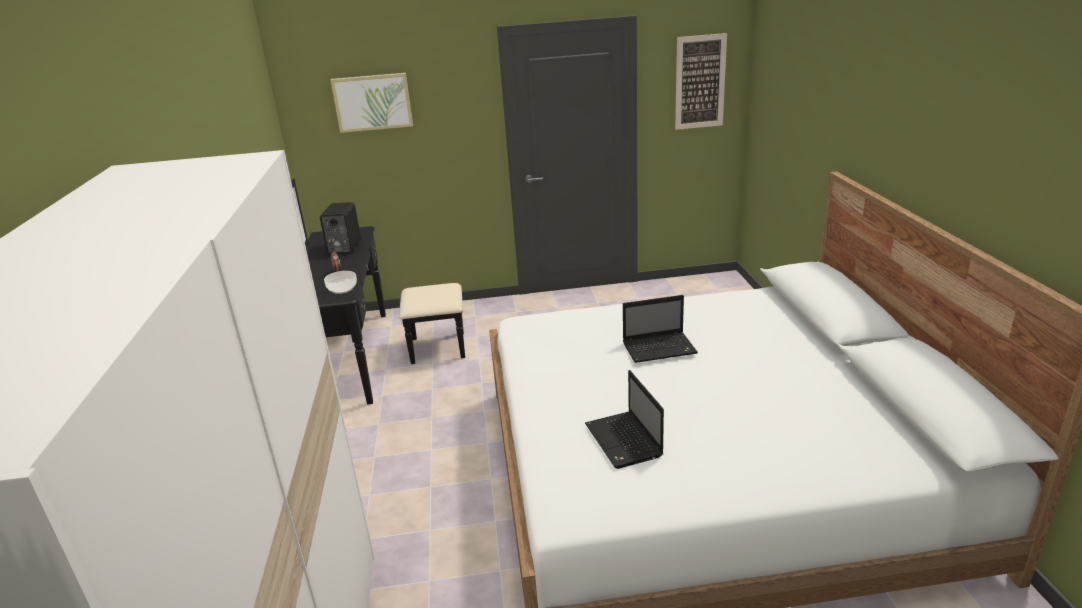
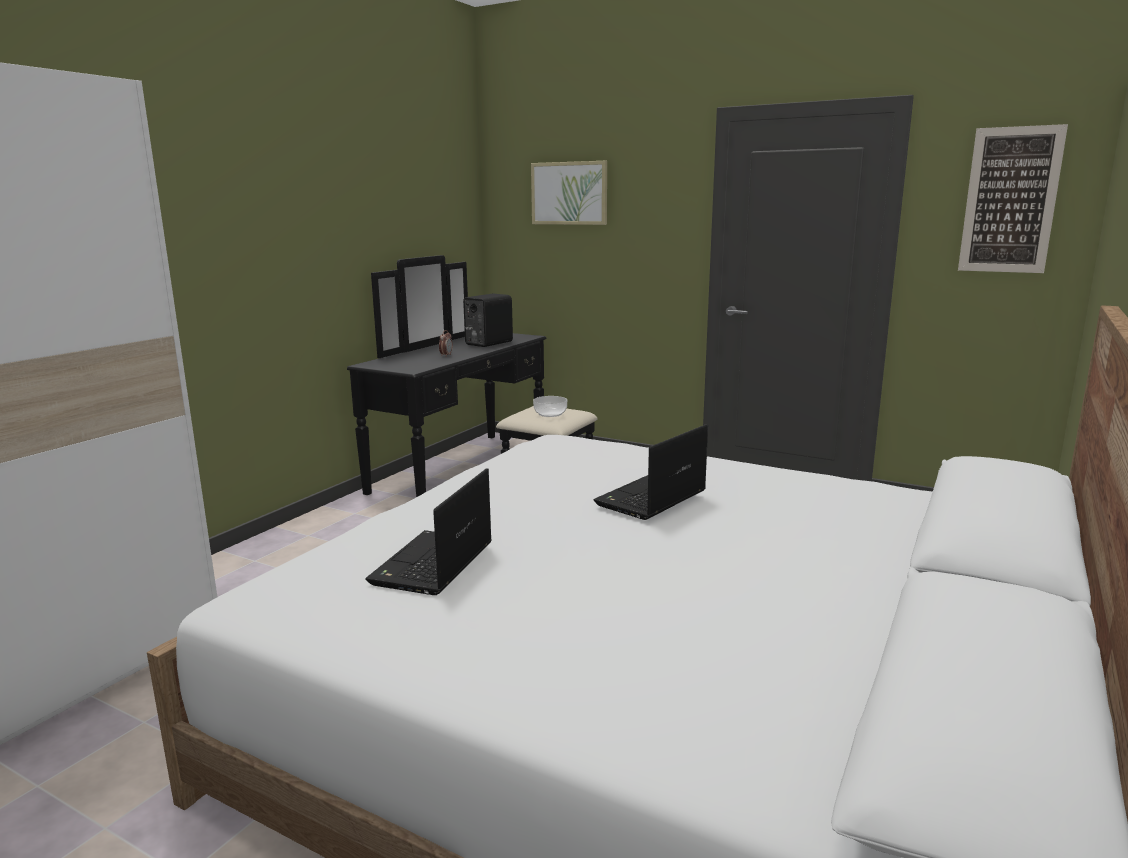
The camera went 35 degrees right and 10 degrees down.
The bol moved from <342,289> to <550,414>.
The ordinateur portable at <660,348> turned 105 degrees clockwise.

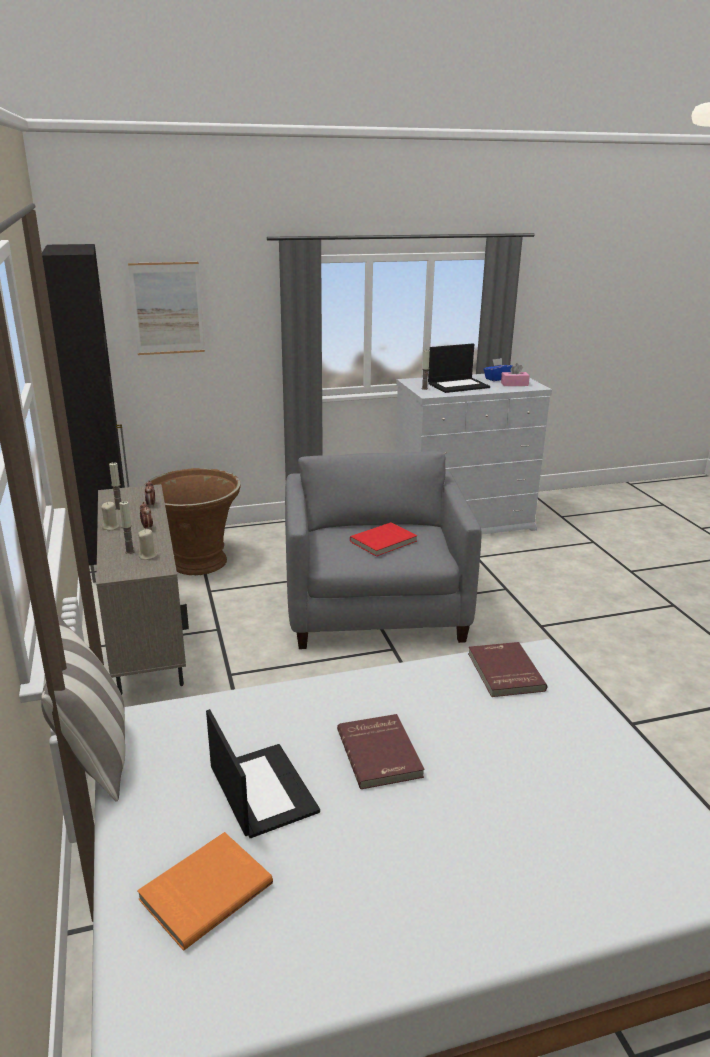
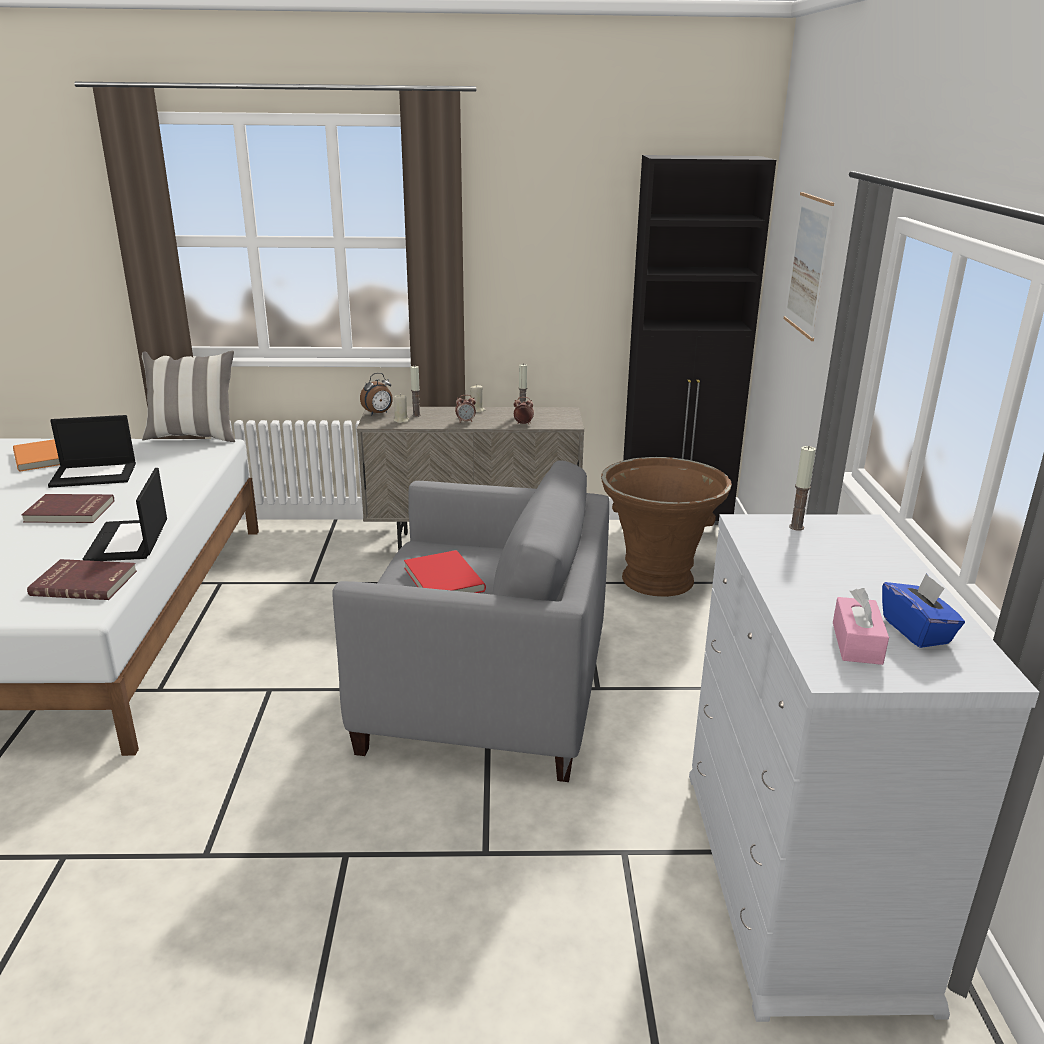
The camera went 105 degrees right and 0 degrees up.
The ordinateur portable moved from <458,385> to <128,541>.
The réveil at <378,413> appeared.

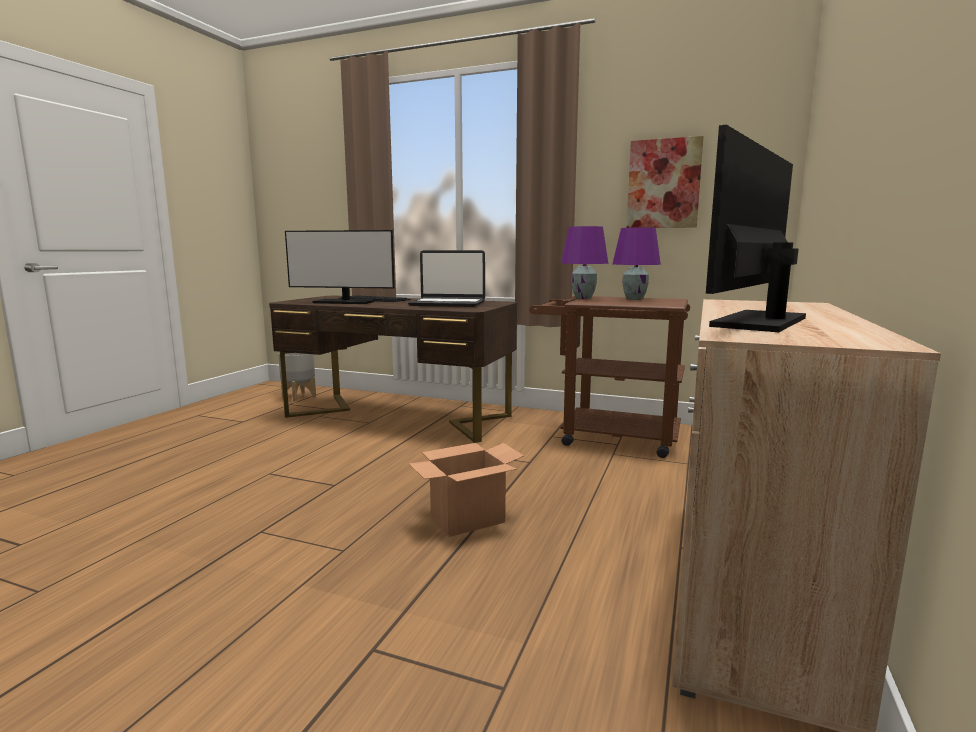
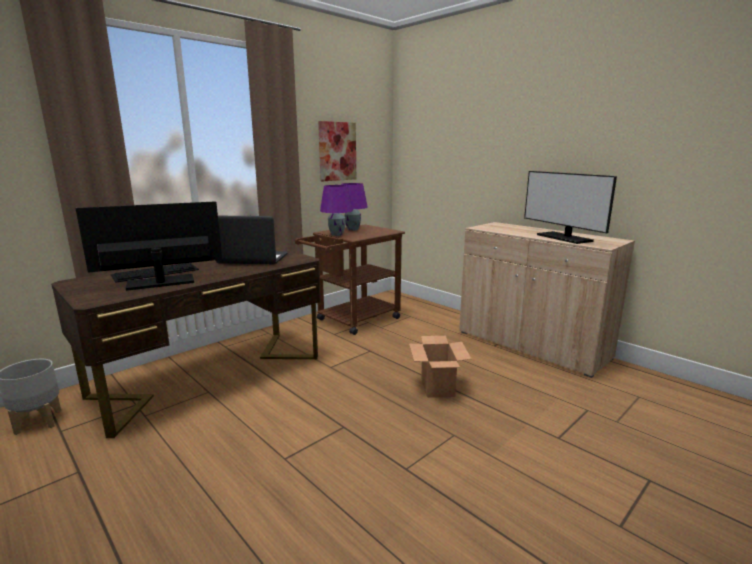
The camera went 65 degrees left and 5 degrees up.
The écran d'ordinateur at <344,302> turned 150 degrees counterclockwise.
The ordinateur portable at <447,304> turned 120 degrees counterclockwise.

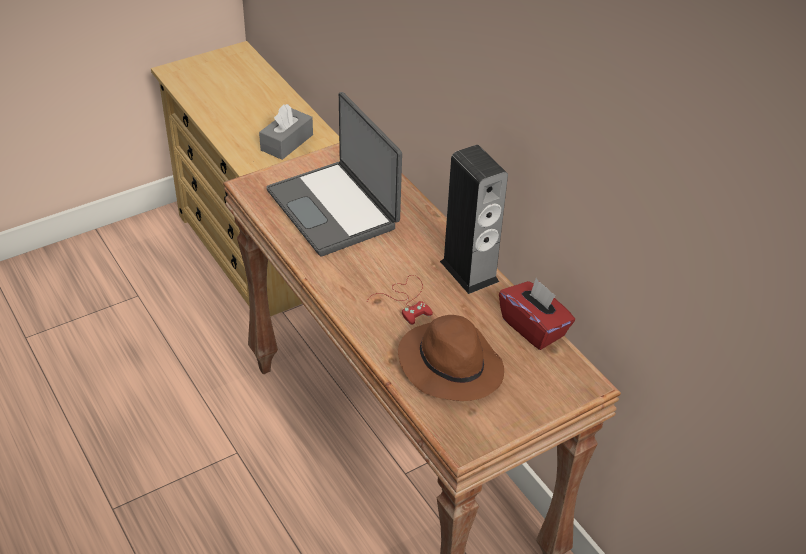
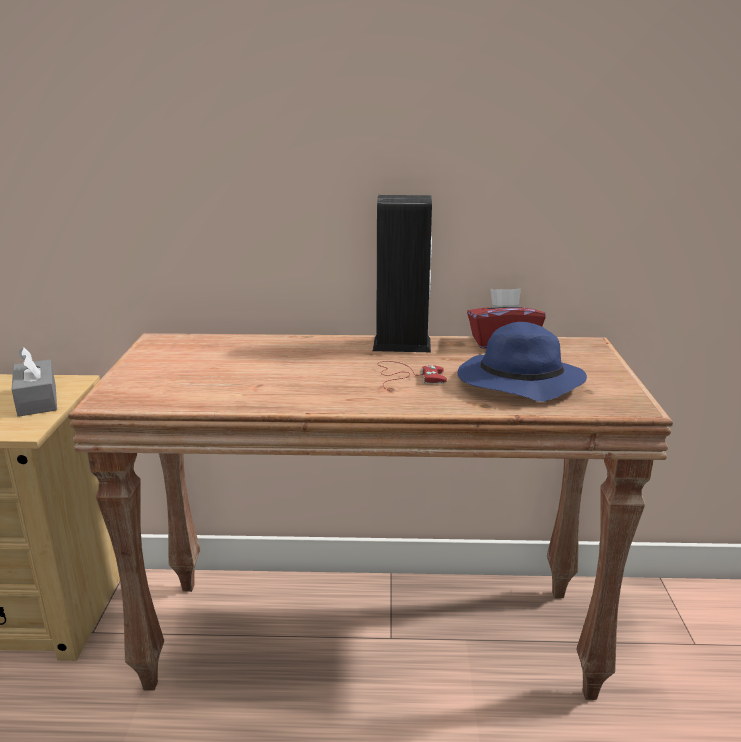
The camera went 55 degrees left and 20 degrees down.
The chapeau/marron at <449,365> became the chapeau/bleu at <517,383>.
The ordinateur portable at <334,209> disappeared.

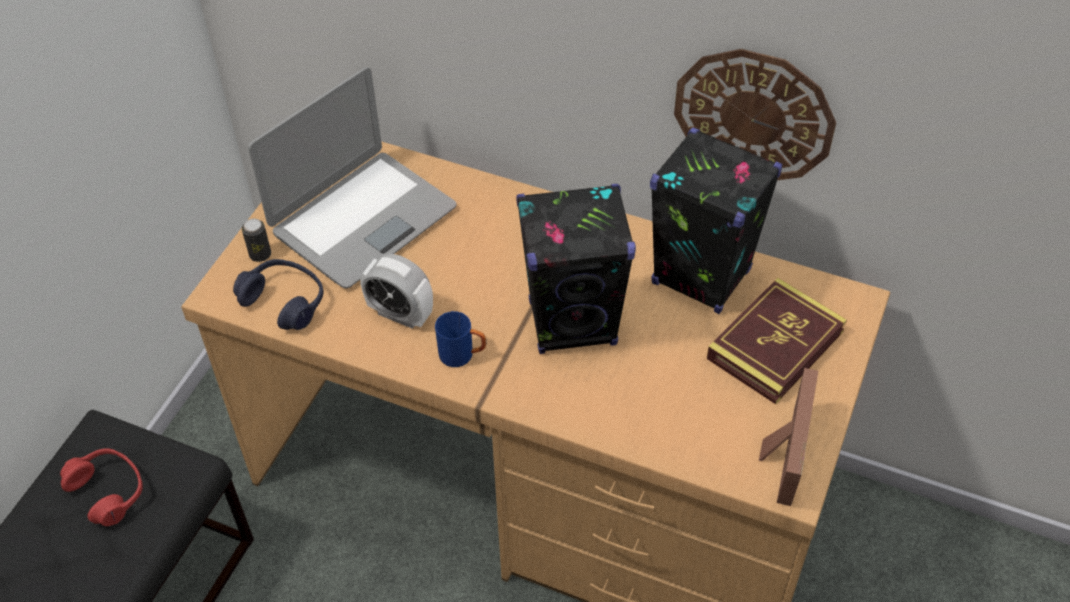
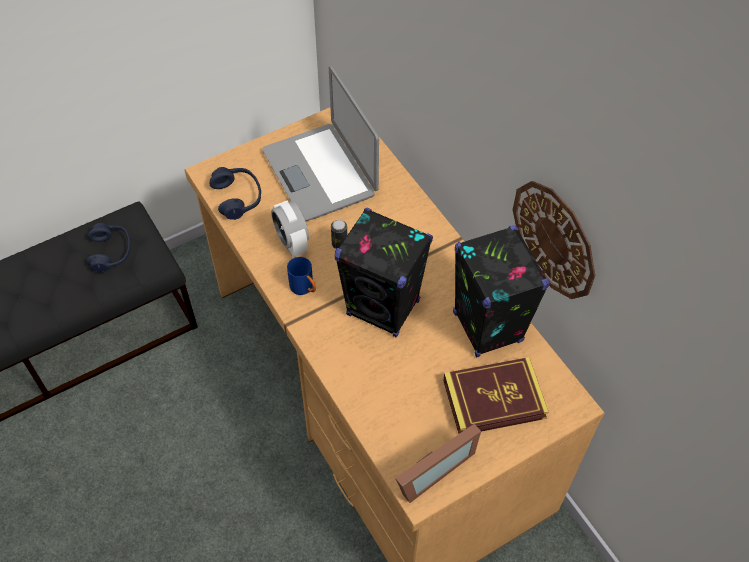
The camera went 35 degrees right and 5 degrees up.
The casque audio/rouge at <108,491> became the casque audio/bleu at <111,252>.
The ordinateur portable at <362,219> turned 75 degrees clockwise.
The boîte métallique moved from <260,254> to <339,244>.

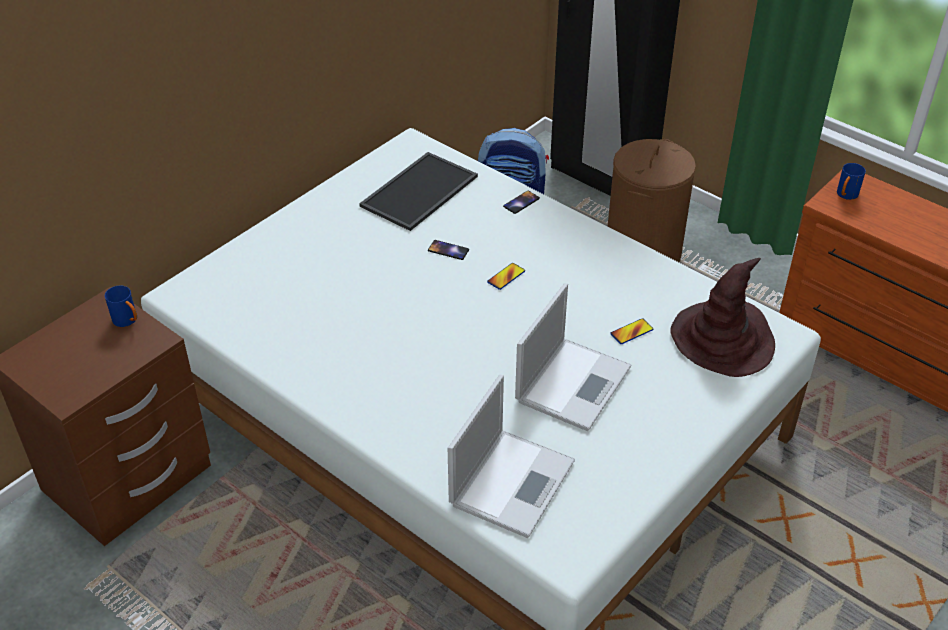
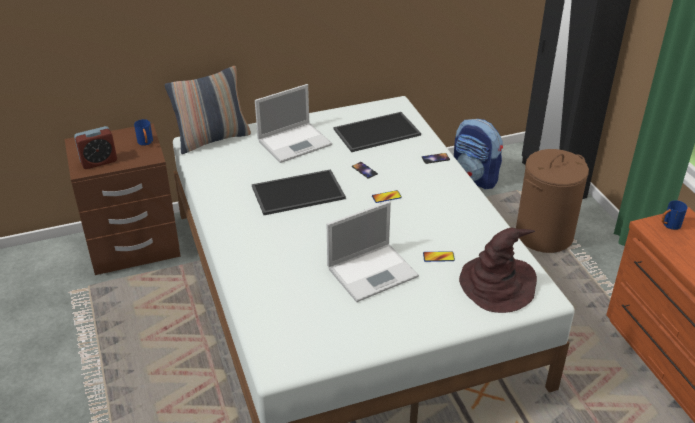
The camera went 30 degrees right and 5 degrees down.
The réveil at <99,161> appeared.
The coussin at <212,139> appeared.
The plateau at <297,193> appeared.
The ordinateur portable moved from <513,481> to <295,142>.

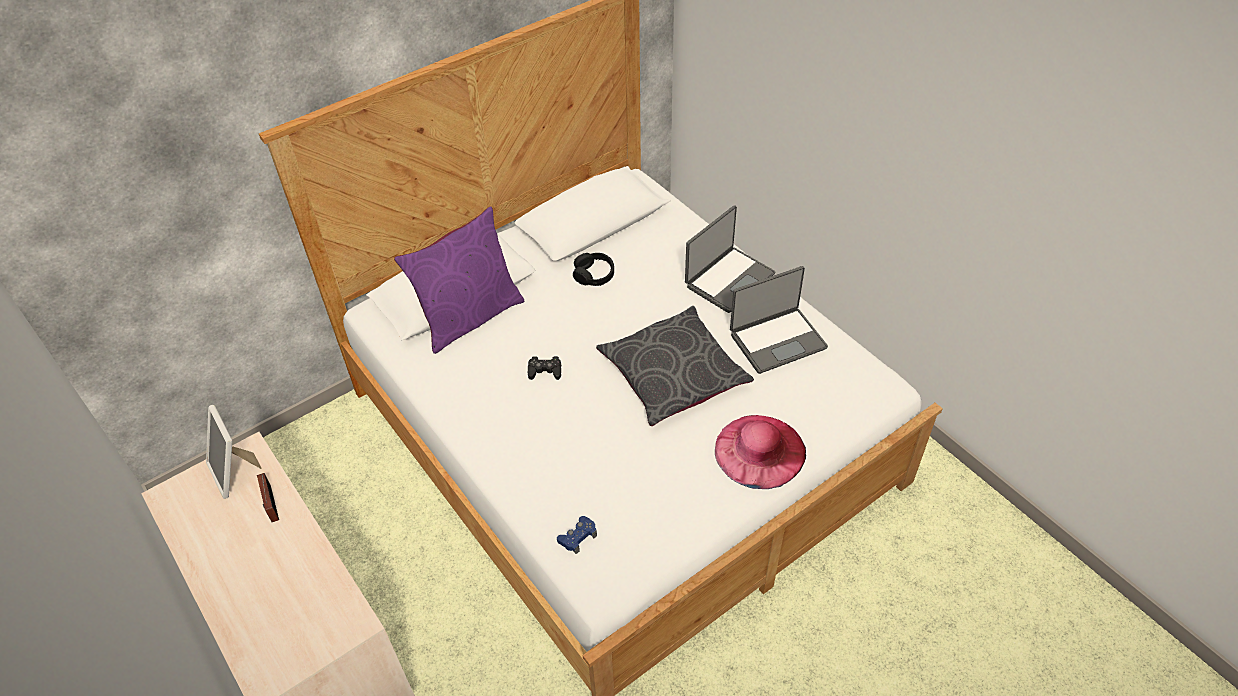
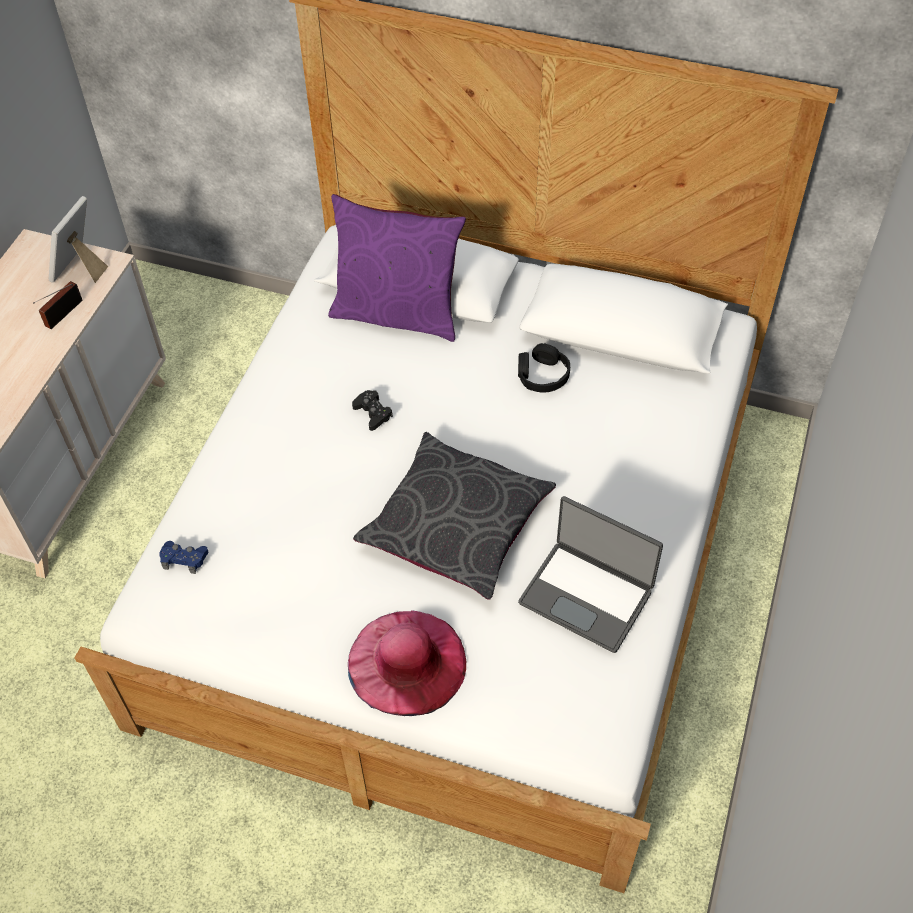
The camera went 55 degrees right and 5 degrees up.
The ordinateur portable at <728,279> disappeared.

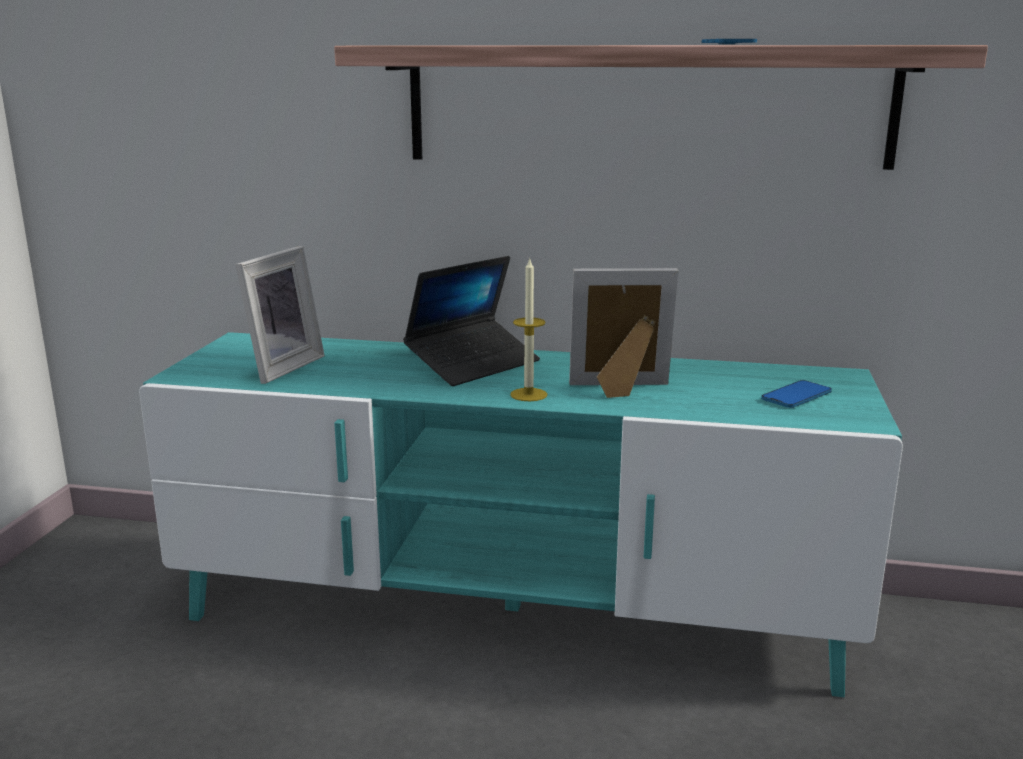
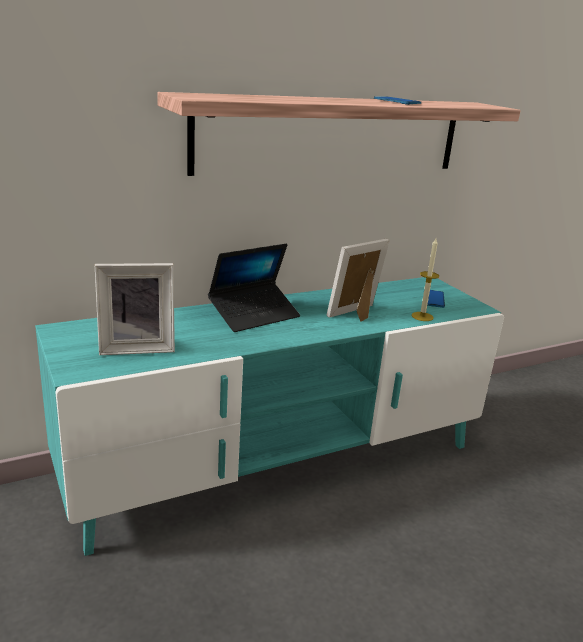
The camera went 40 degrees left and 5 degrees up.
The cadre photo at <279,367> turned 90 degrees clockwise.
The ordinateur portable at <473,364> turned 45 degrees clockwise.
The bougie moved from <528,394> to <422,316>.

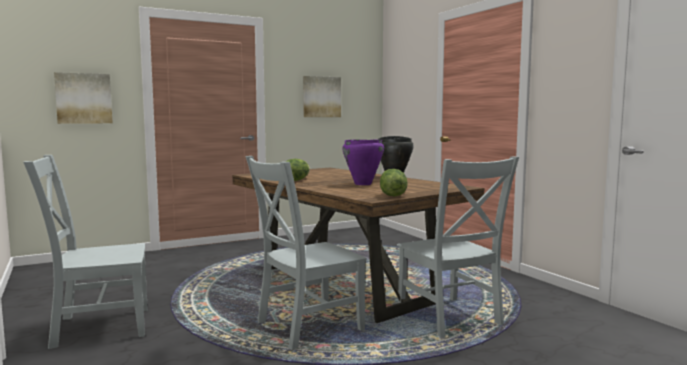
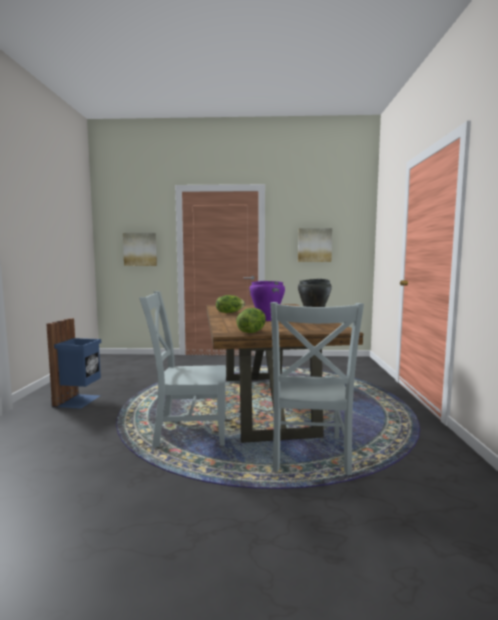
The camera went 30 degrees right and 0 degrees up.
The chaise/gris at <97,327> was replaced by the poubelle/bleu at <79,401>.

